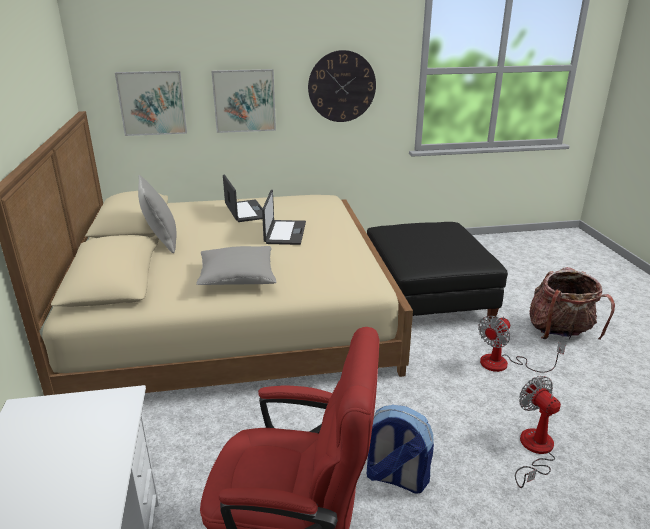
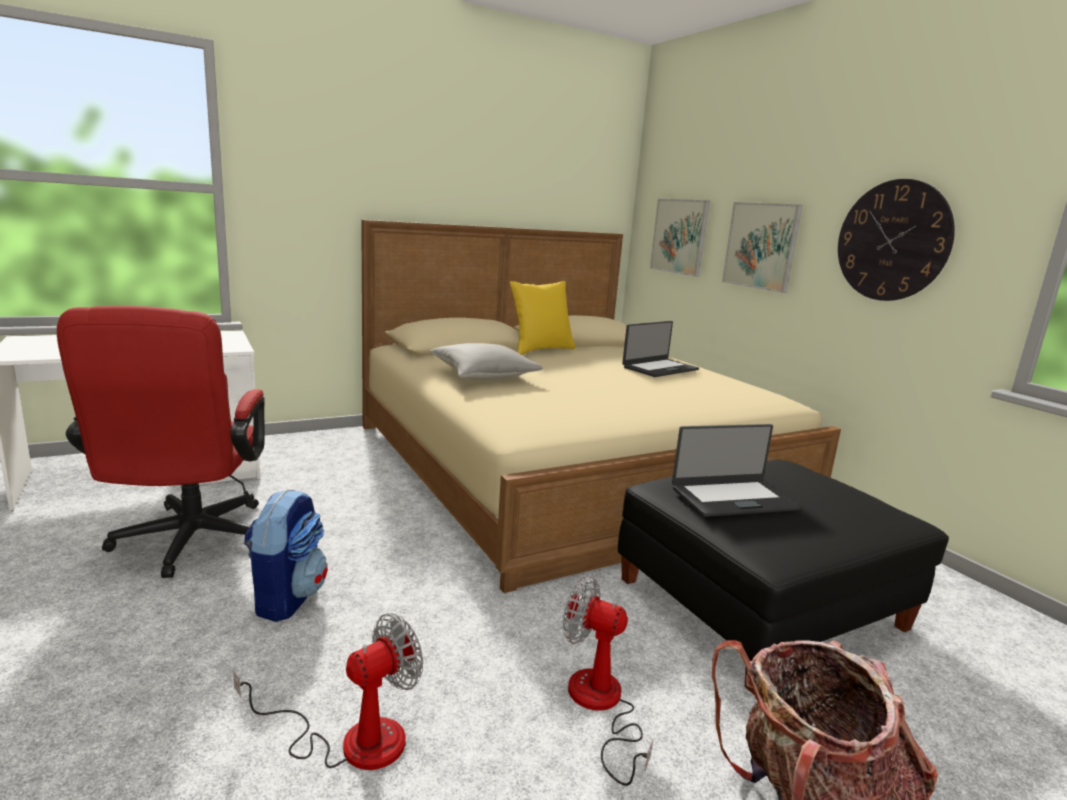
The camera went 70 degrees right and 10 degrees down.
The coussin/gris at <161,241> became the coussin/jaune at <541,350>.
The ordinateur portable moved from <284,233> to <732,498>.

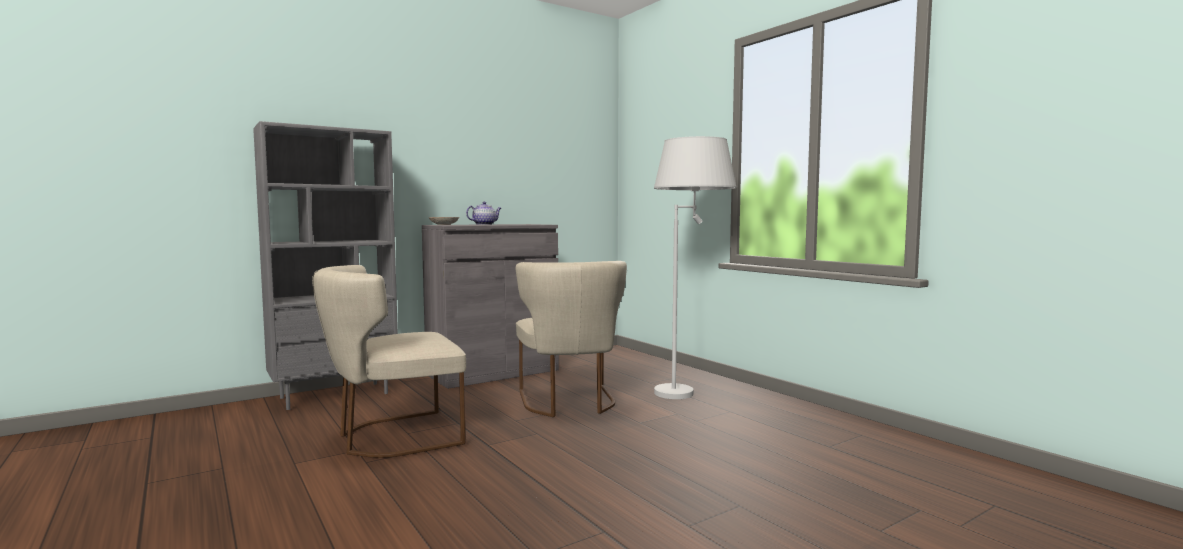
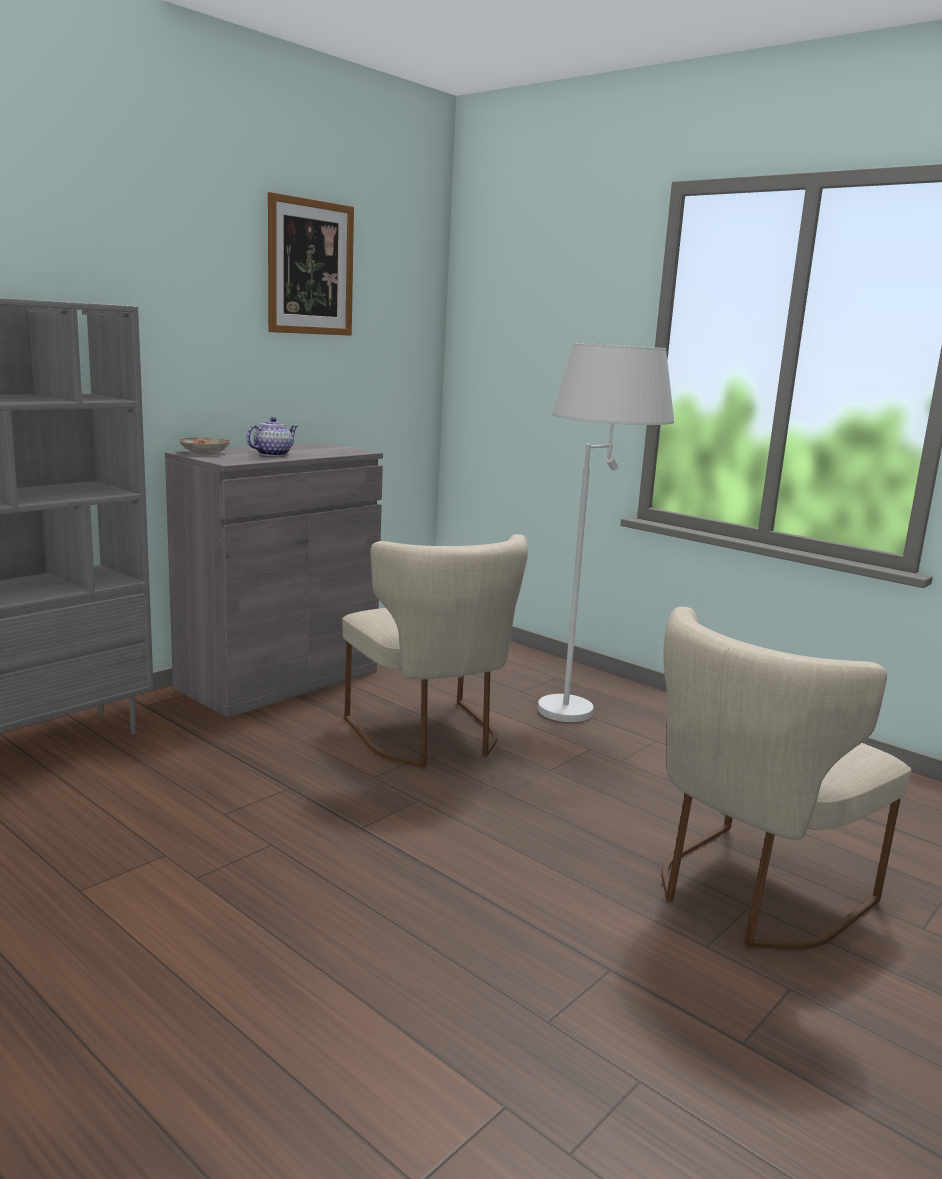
The camera went 15 degrees left and 10 degrees up.
The tableau at <310,268> appeared.
The chaise/beige moved from <393,437> to <749,894>.

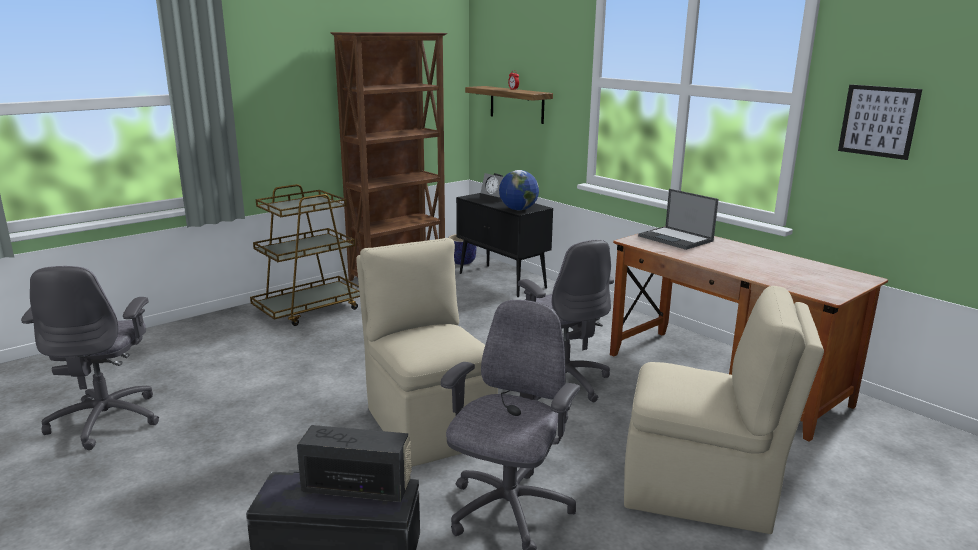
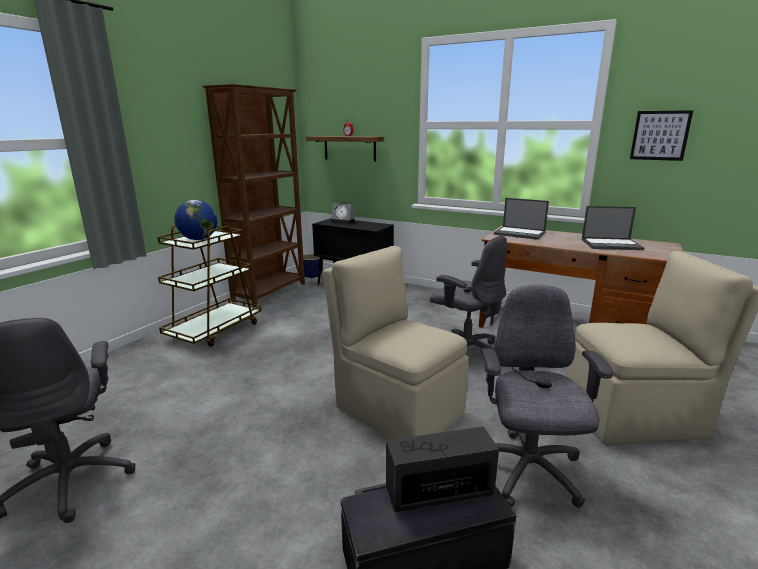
The camera went 20 degrees left and 0 degrees up.
The globe moved from <518,209> to <198,239>.
The ordinateur portable at <612,244> appeared.

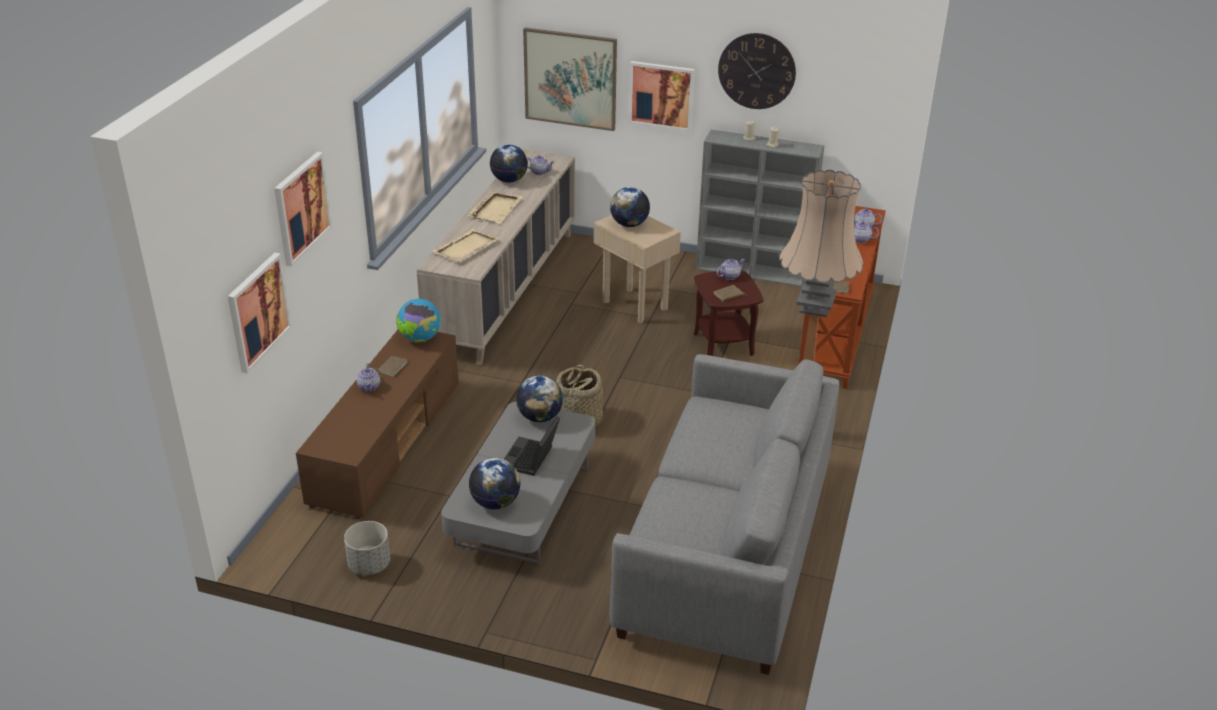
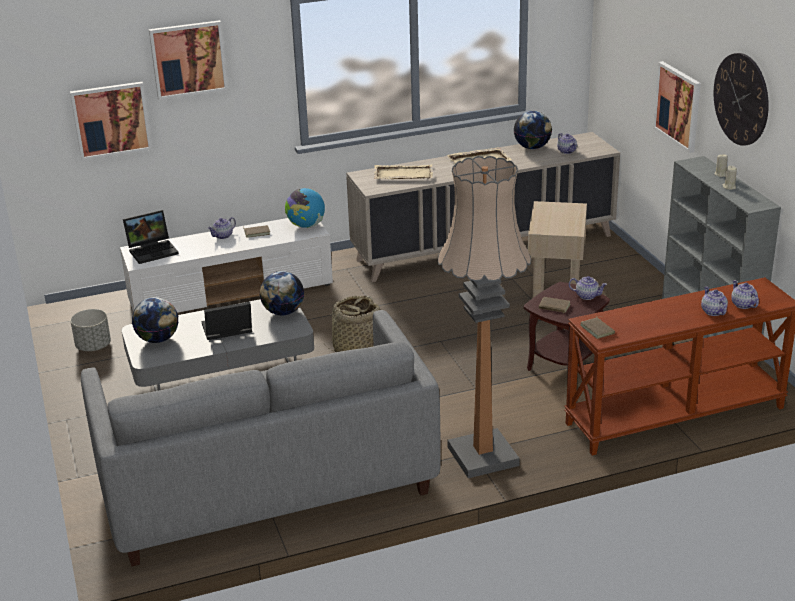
The camera went 55 degrees right and 5 degrees down.
The meuble télé/marron at <386,442> became the meuble télé/blanc at <232,292>.
The ordinateur portable at <153,250> appeared.
The tableau at <570,79> disappeared.
The globe at <629,224> disappeared.

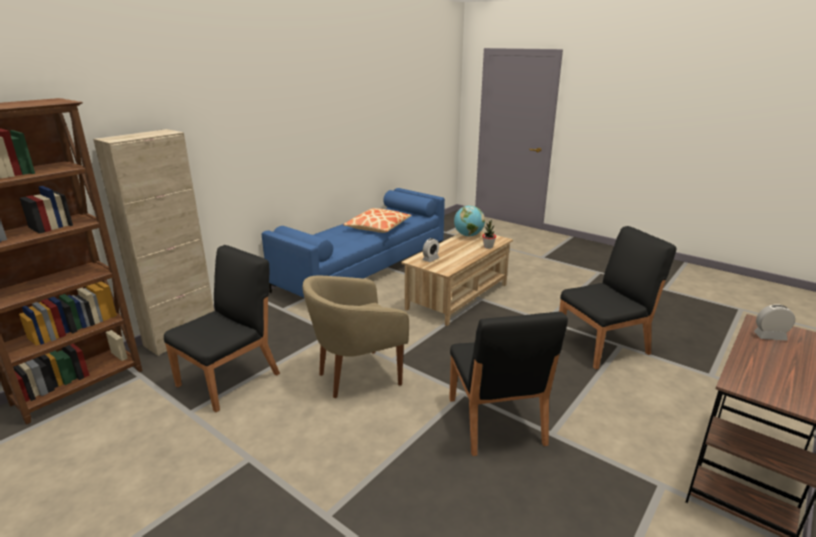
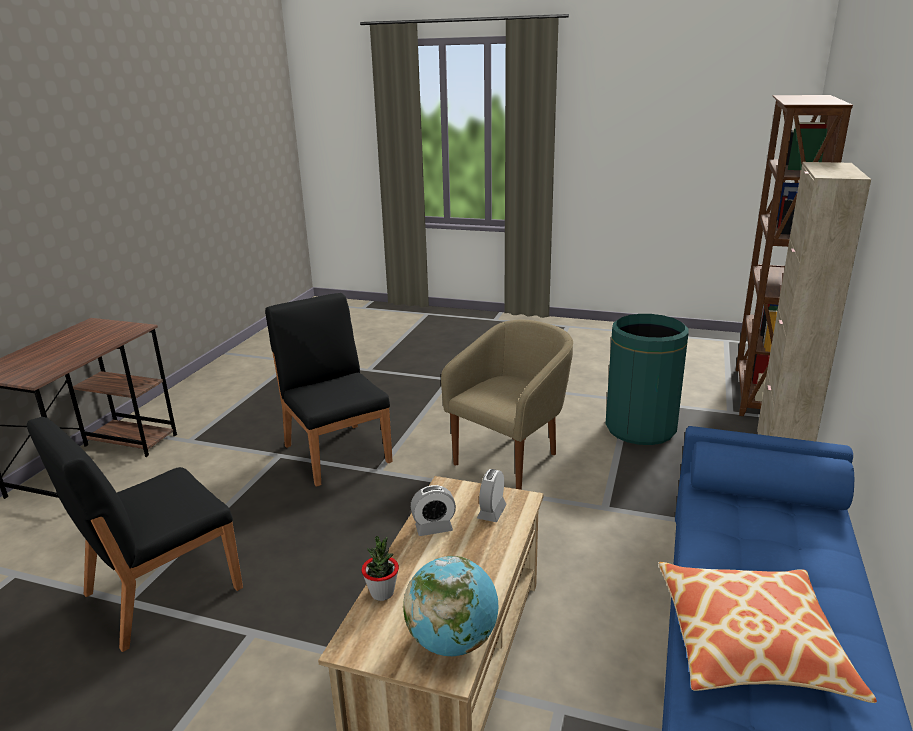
The camera went 160 degrees right and 0 degrees up.
The réveil moved from <770,336> to <434,528>.
The chaise/noir at <230,379> was replaced by the poubelle/vert at <640,428>.

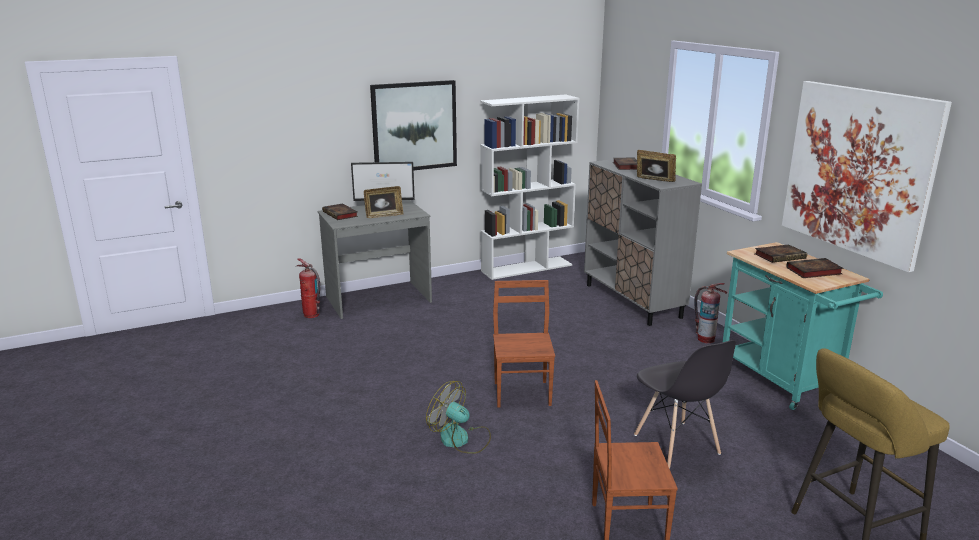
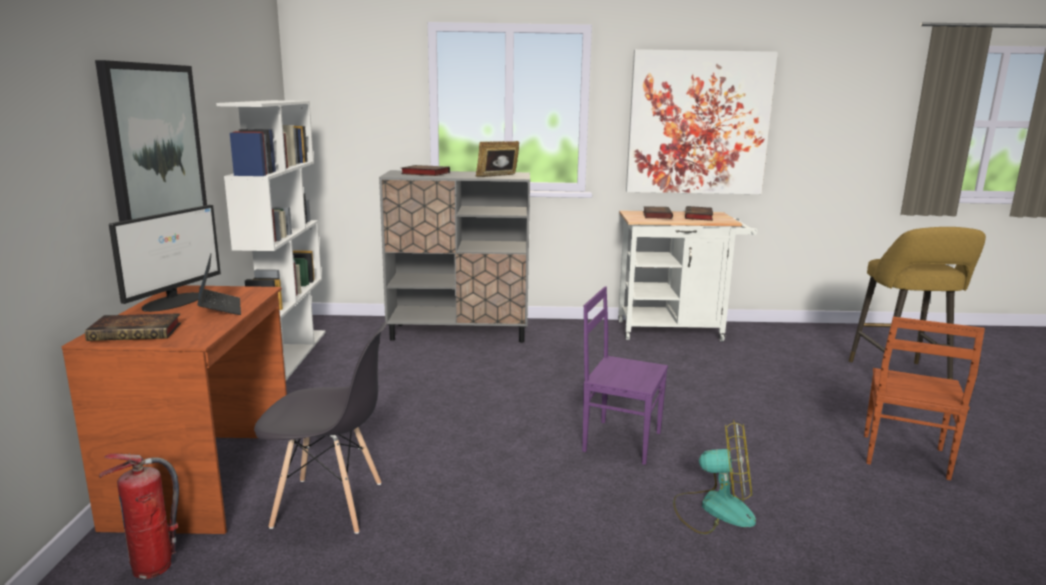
The camera went 65 degrees left and 5 degrees down.
The bureau/gris at <378,300> became the bureau/marron at <207,479>.
The cadre photo at <384,215> was replaced by the ordinateur portable at <220,308>.
The chaise/gris moved from <677,445> to <330,505>.
The chaise/marron at <523,393> became the chaise/violet at <621,440>.
The chariot/turquoise at <783,382> became the chariot/blanc at <676,331>.
The ventilateur at <461,439> turned 135 degrees counterclockwise.
The extincteur at <705,339> disappeared.

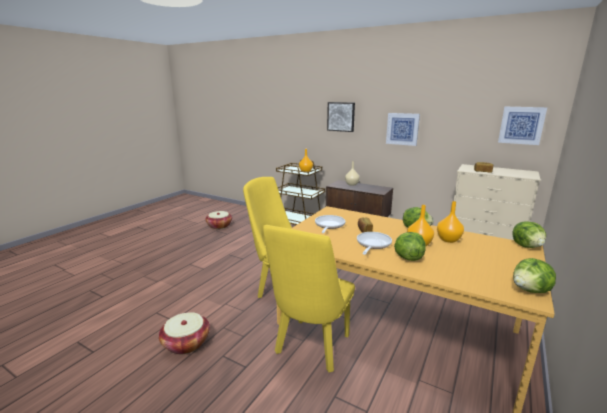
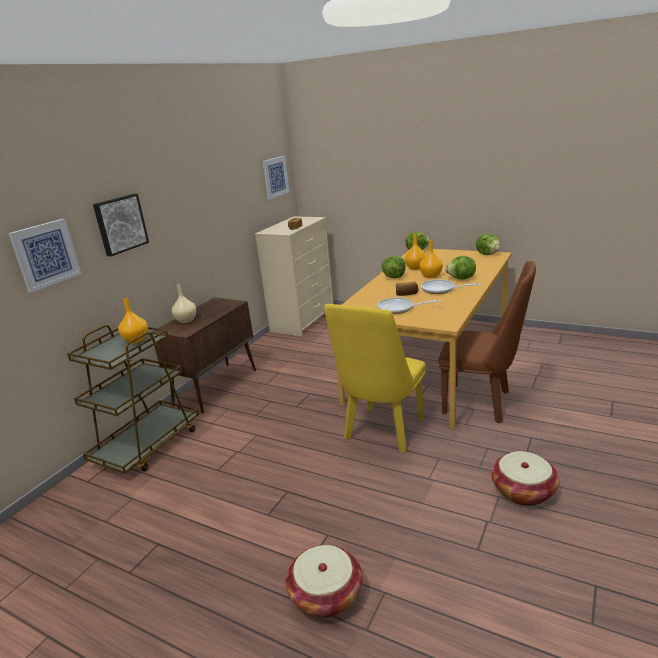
The camera went 90 degrees left and 5 degrees up.
The tableau moved from <402,129> to <45,254>.
The panier moved from <219,226> to <326,595>.
The chaise/jaune at <310,348> became the chaise/marron at <483,403>.

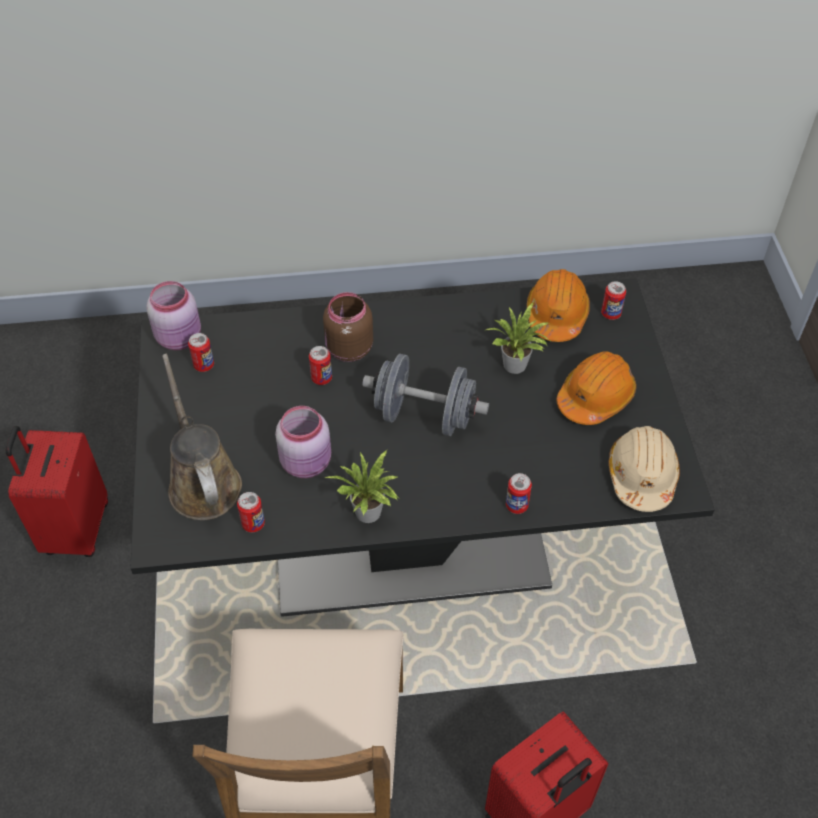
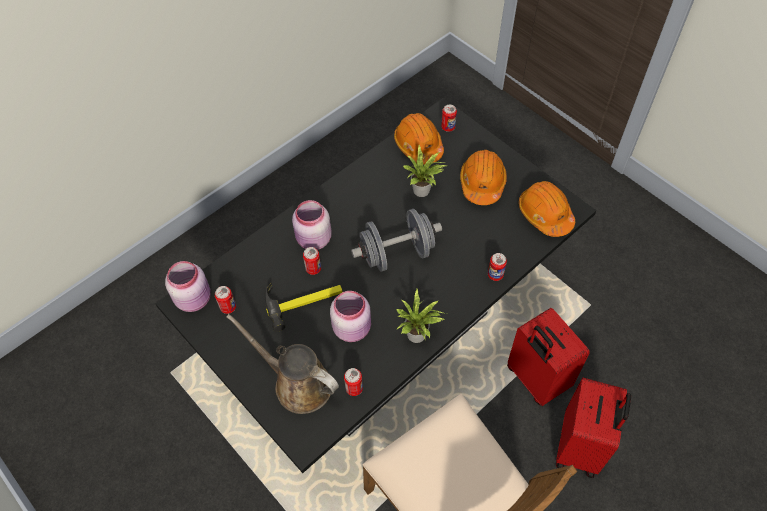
The camera went 35 degrees left and 5 degrees up.
The marteau at <304,300> appeared.
The bocal/marron at <348,349> became the bocal/rose at <313,240>.
The valise/rouge moved from <75,529> to <535,379>.
The casque de chantier/beige at <641,475> became the casque de chantier/orange at <545,214>.

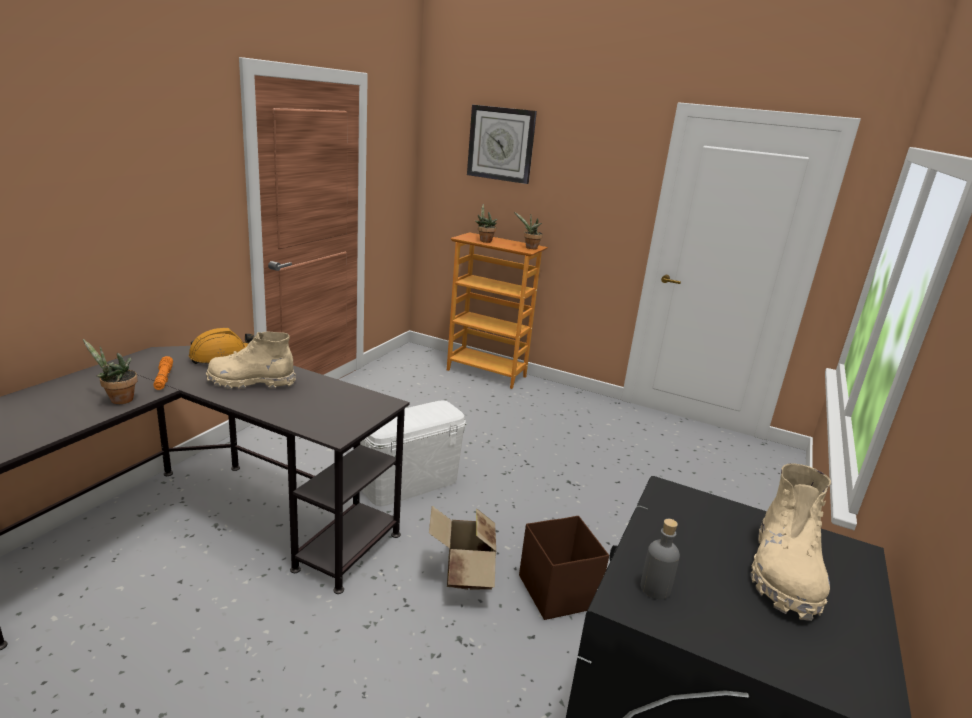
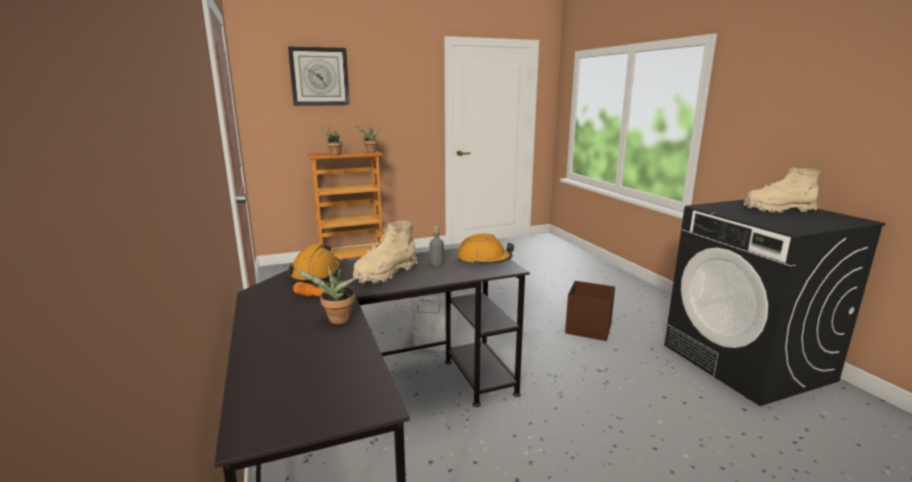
The camera went 45 degrees left and 5 degrees down.
The bouteille/gris moved from <655,588> to <436,263>.
The casque de chantier/orange at <484,260> appeared.
The botte/beige at <784,572> turned 120 degrees clockwise.
The carton at <464,575> disappeared.

